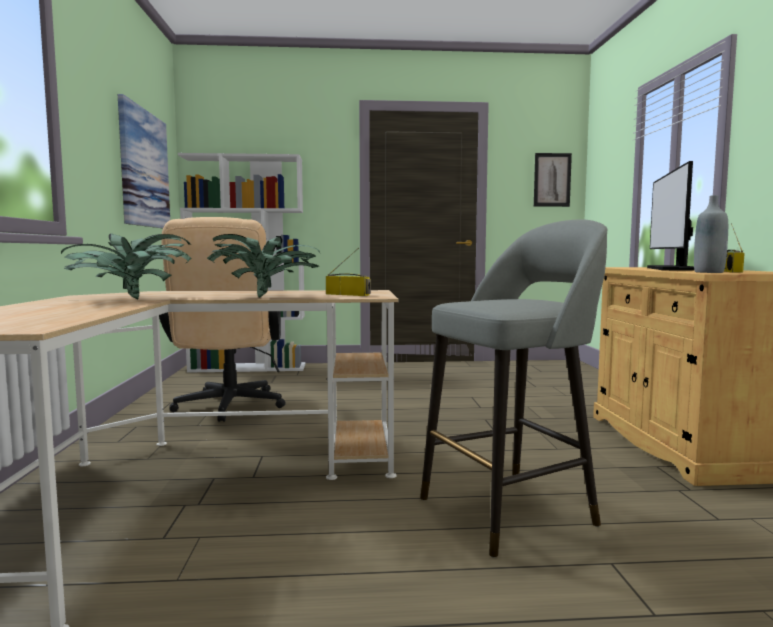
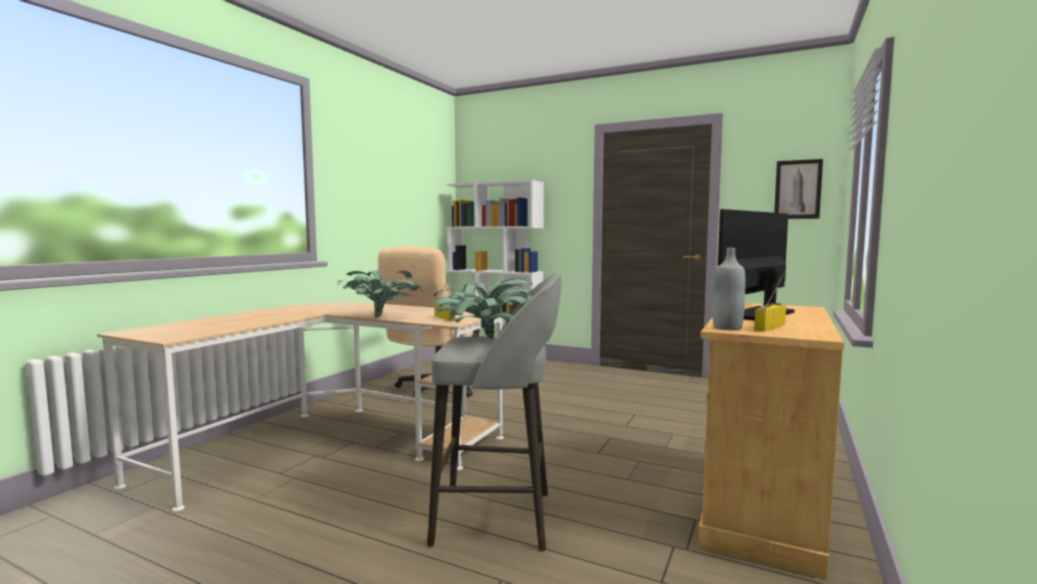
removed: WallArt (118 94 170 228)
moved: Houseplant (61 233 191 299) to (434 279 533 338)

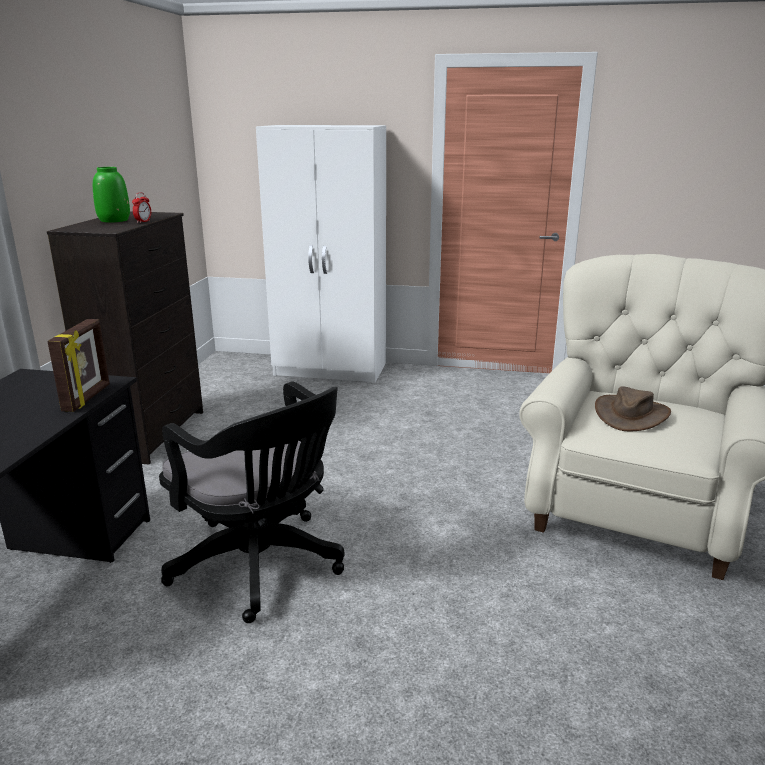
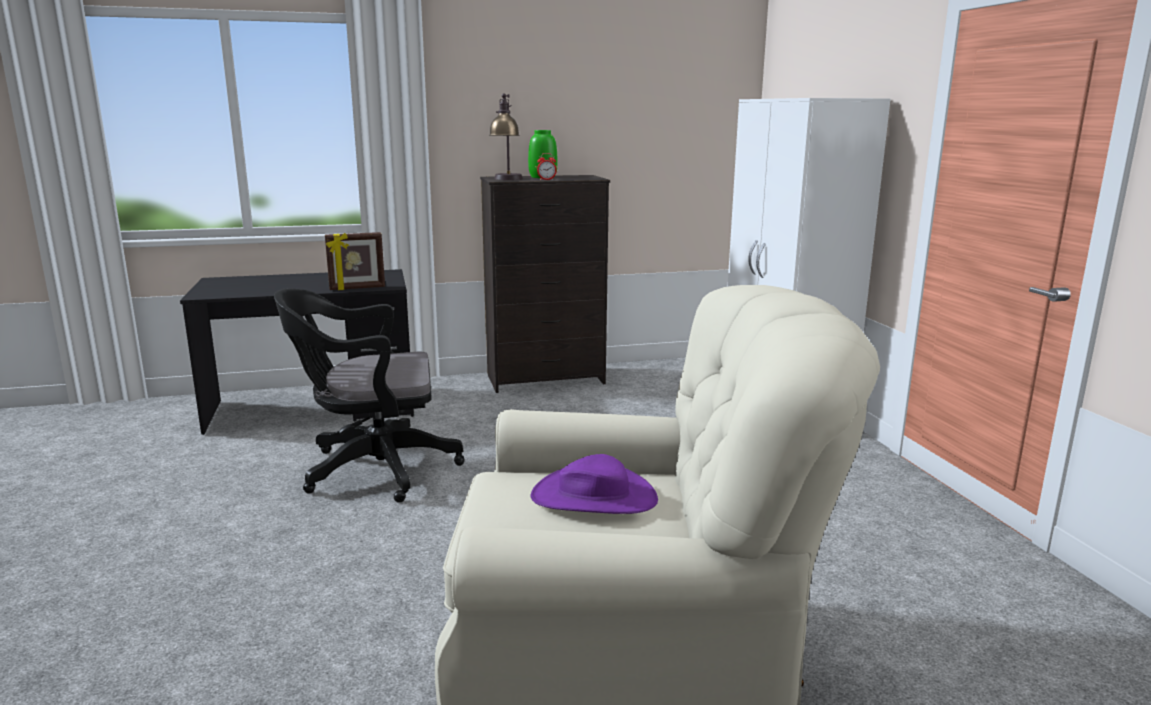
added: TableLamp (490 93 523 180)
recoloured: BrownClothingHat (595 387 671 431) to PurpleClothingHat (530 454 658 514)
turned: BlackishOfficeChair (159 381 344 623) = (274 288 465 503) 60 degrees clockwise

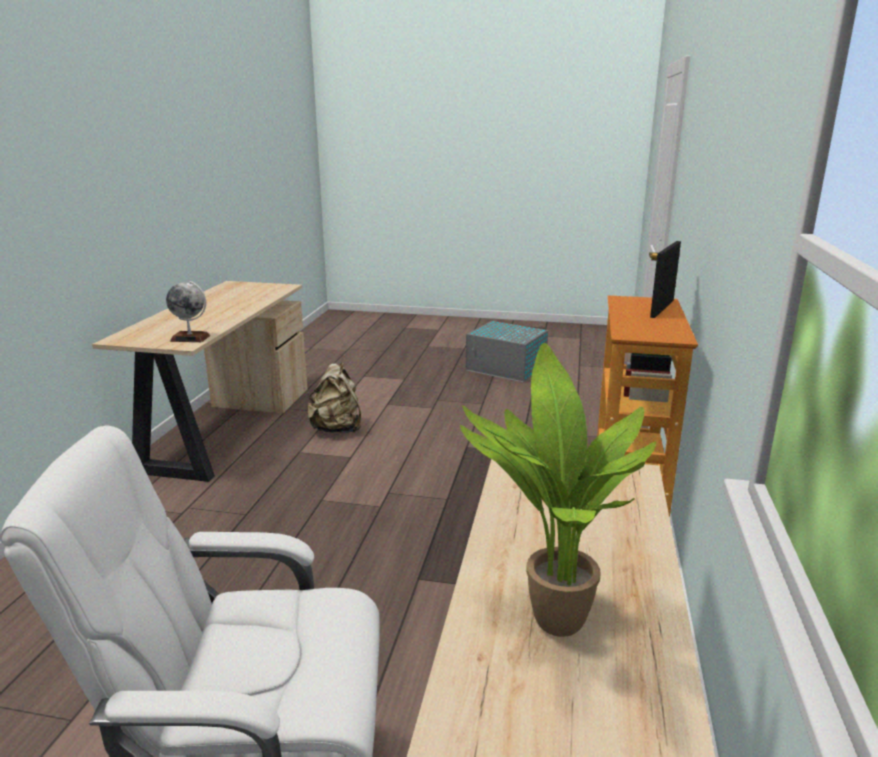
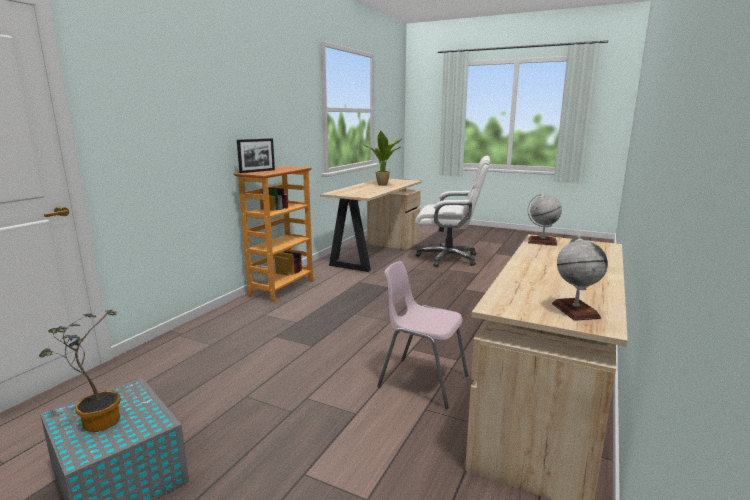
added: Houseplant (39 310 121 432); WorldGlobe (552 236 608 321)
replaced: BeigeRucksack (307 362 361 433) to PinkPlainChair (377 261 468 409)

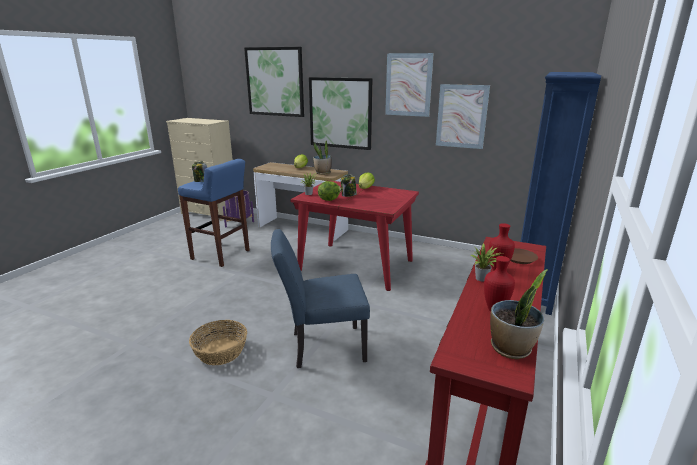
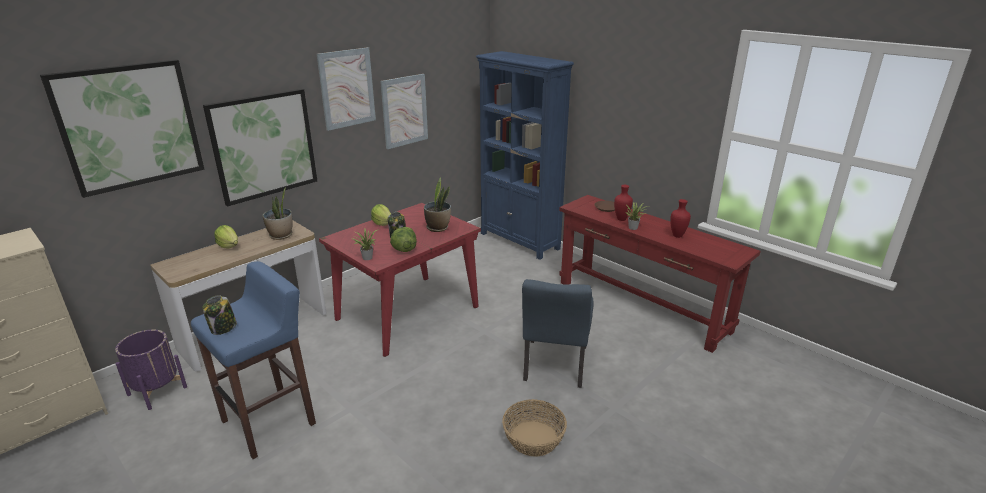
moved: Houseplant (490 269 548 359) to (424 177 451 232)

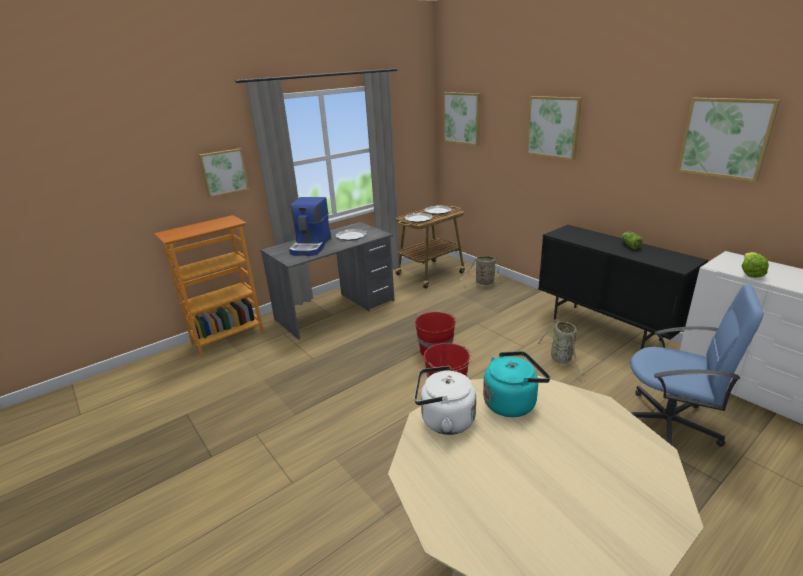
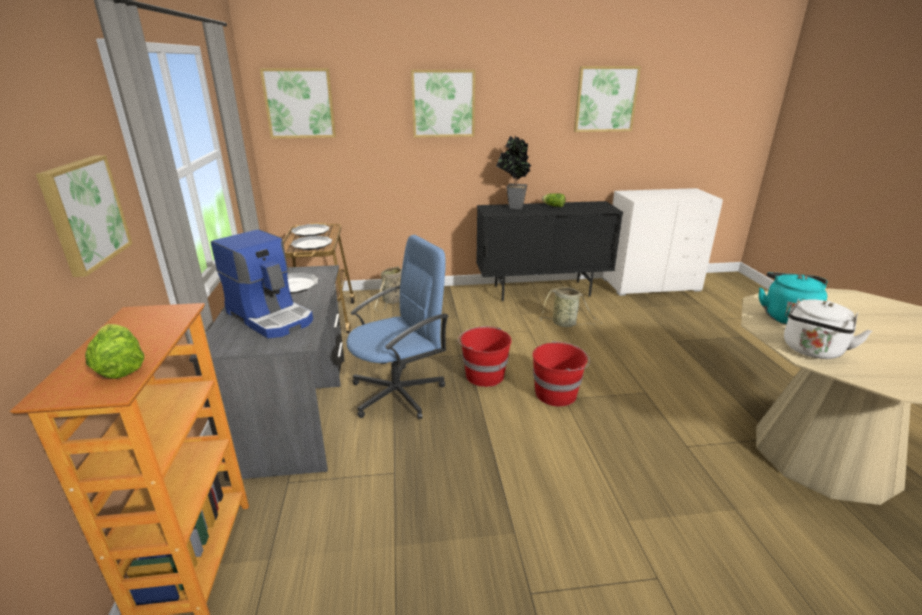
added: Houseplant (496 136 531 209)
moved: BluishOfficeChair (630 285 763 447) to (346 235 448 419); HeadOfLettuce (742 252 769 278) to (85 324 144 379)

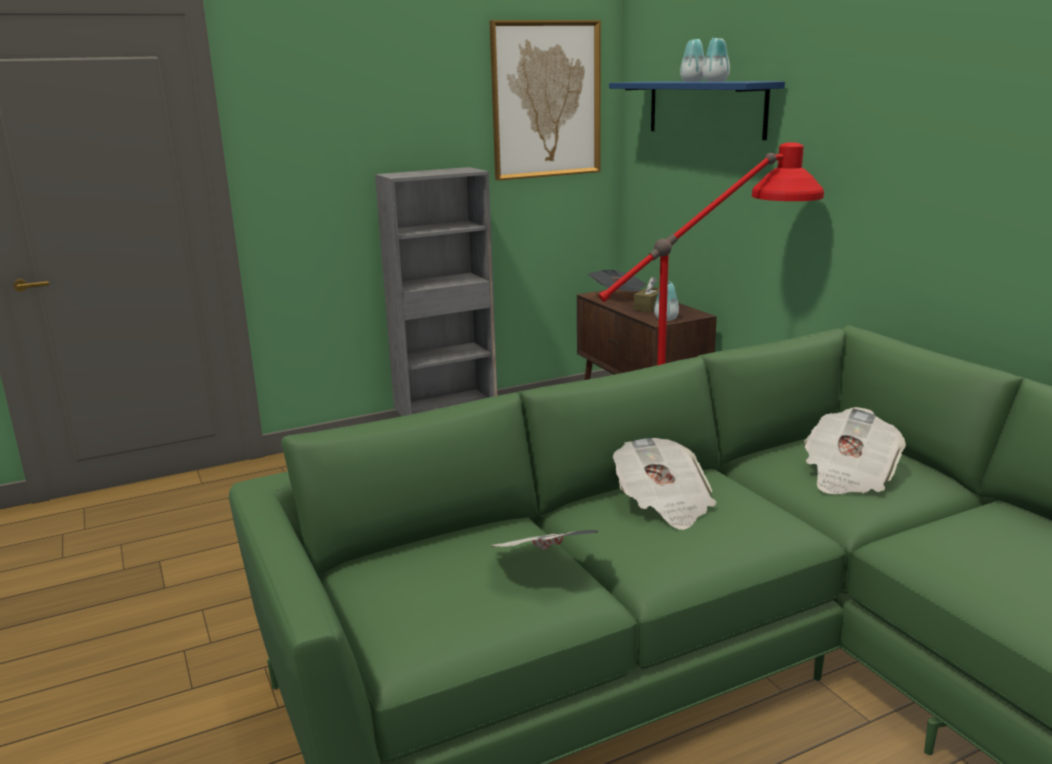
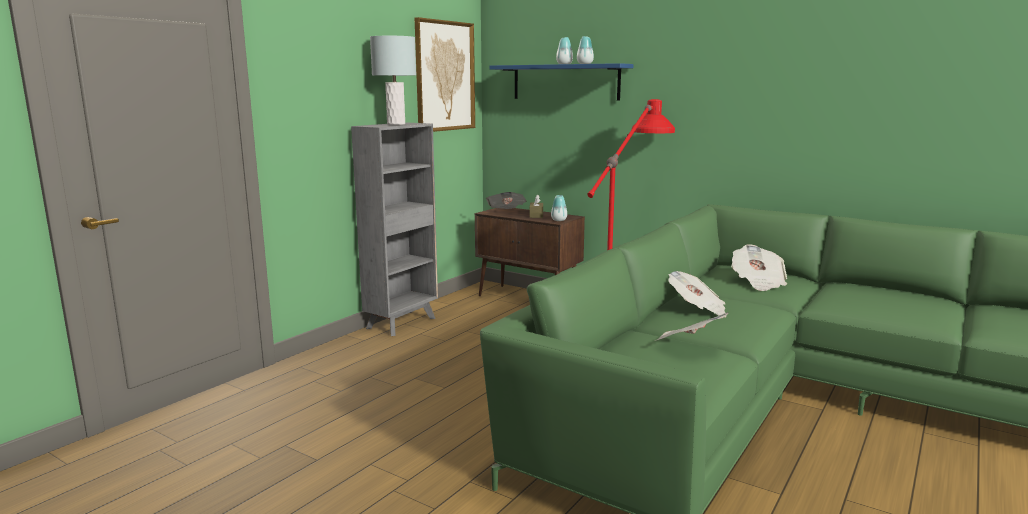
added: GreyishTableLamp (370 36 416 125)

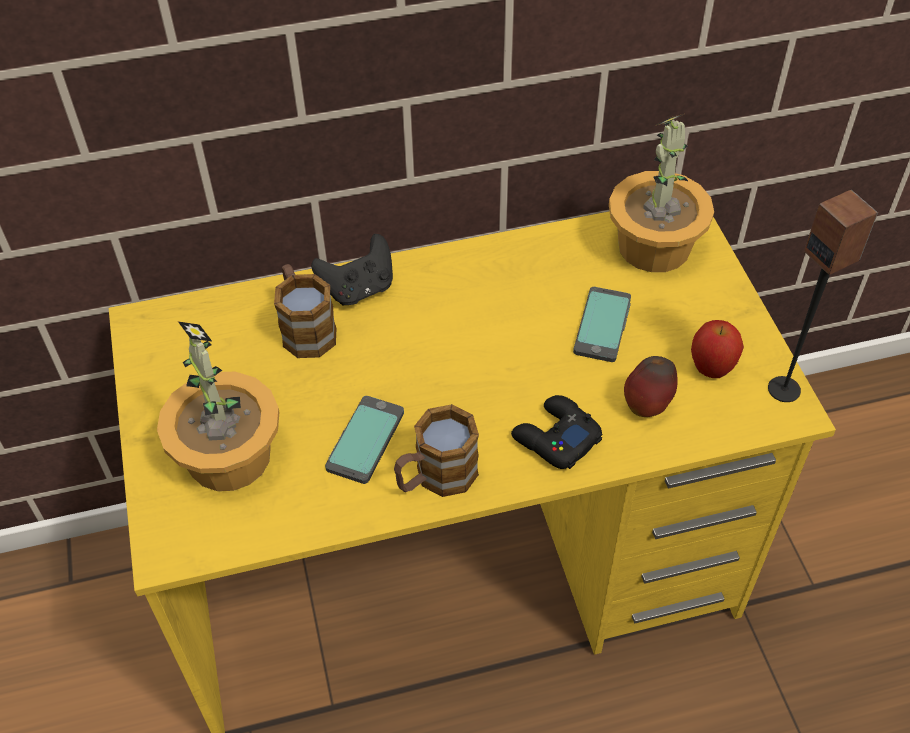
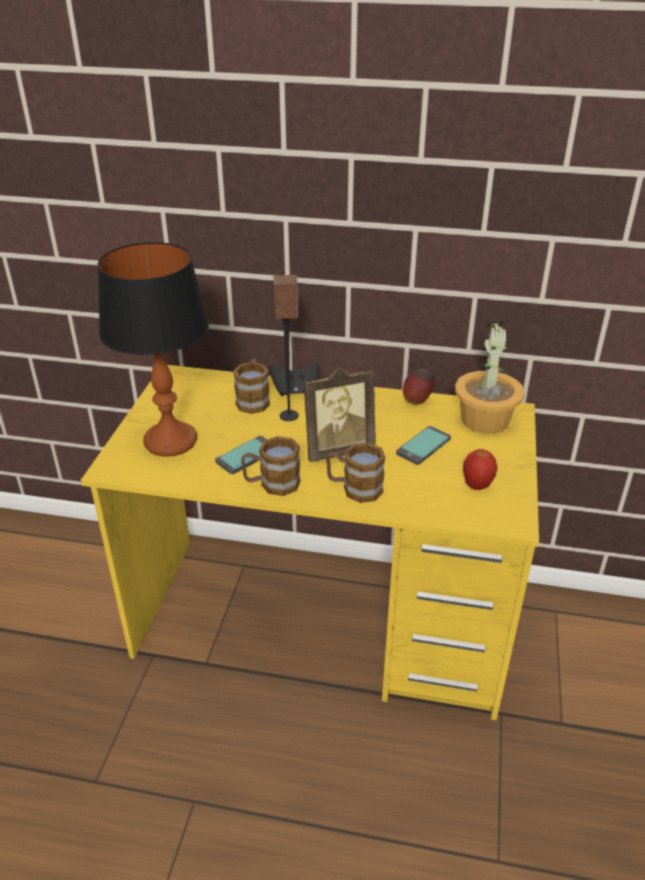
added: PhotoFrame (304 367 376 462)
moved: WholeApple (624 356 678 417) to (403 369 434 405); AudioSpeaker (768 190 878 402) to (273 275 299 421)
replaced: Houseplant (157 321 279 491) to TableLamp (98 242 209 457); BlackishJoypad (511 395 603 469) to Mug (326 442 385 503)

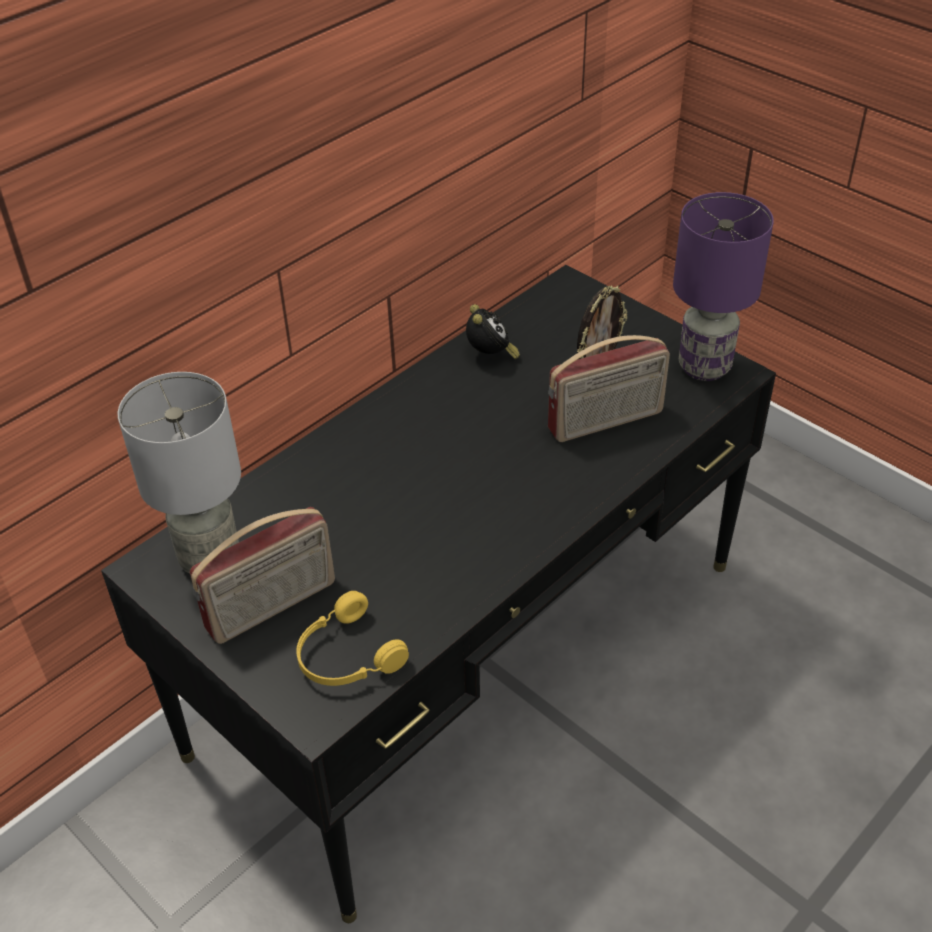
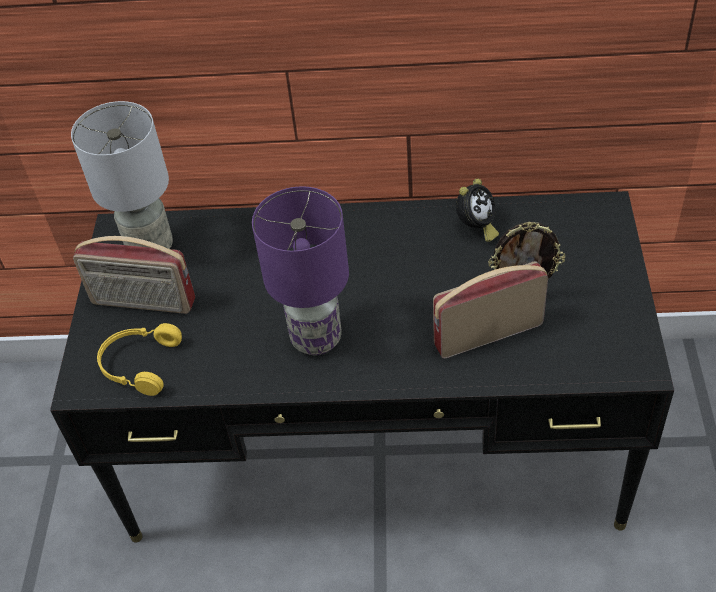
moved: PurpleTableLamp (673 192 774 381) to (252 186 349 355)
turned: Radio (548 335 670 442) = (433 261 548 358) 135 degrees clockwise

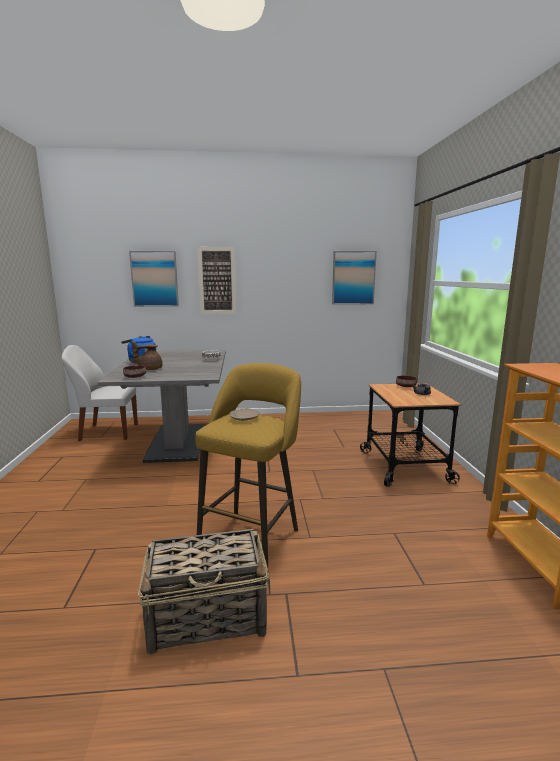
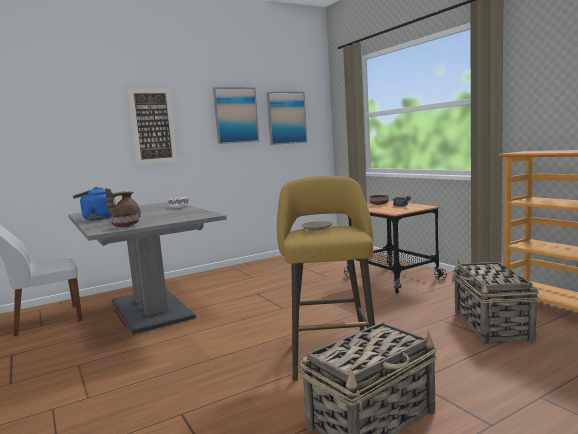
added: Basket (452 260 539 344)
moved: WallArt (129 251 179 307) to (213 87 259 144)

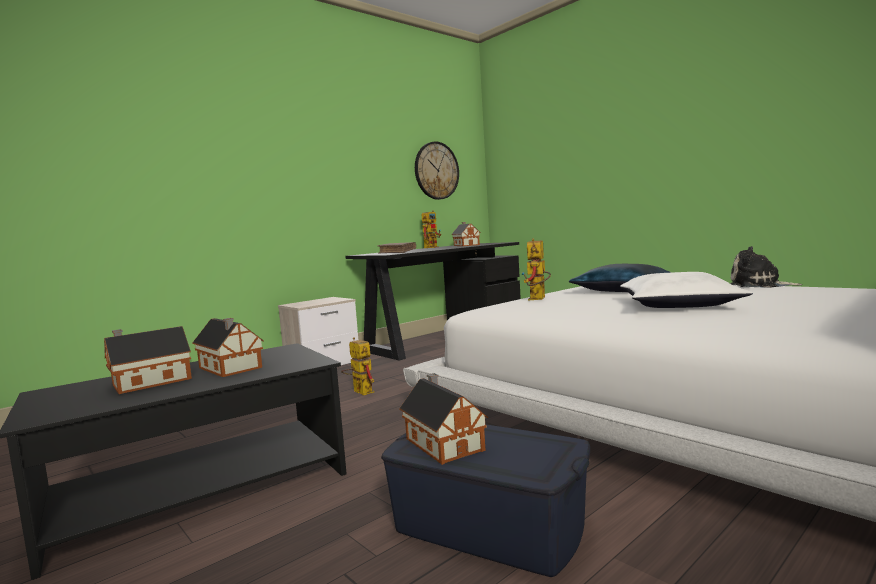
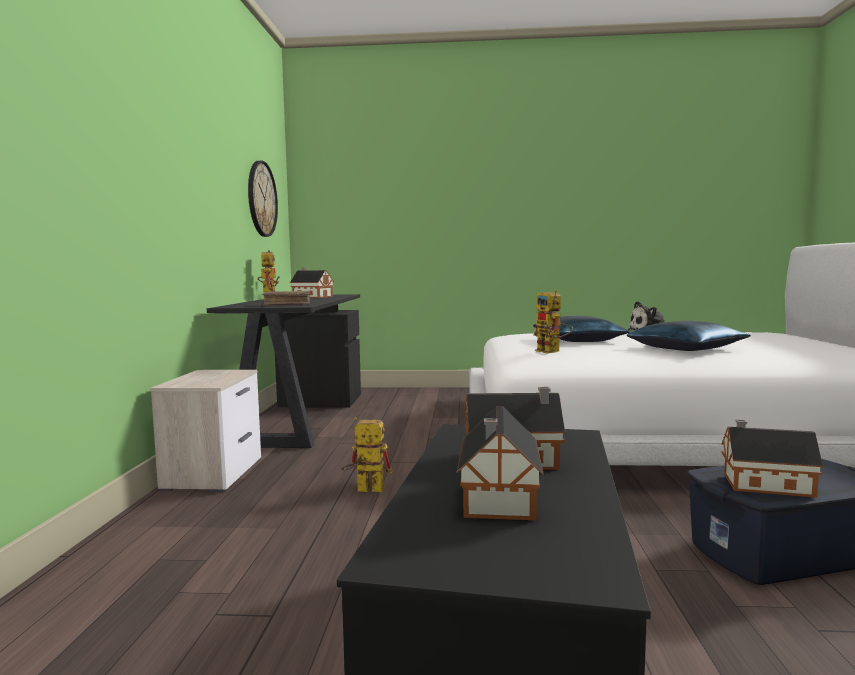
recoloured: WhiteThrowPillow (620 272 753 308) to BluishThrowPillow (627 321 751 351)

